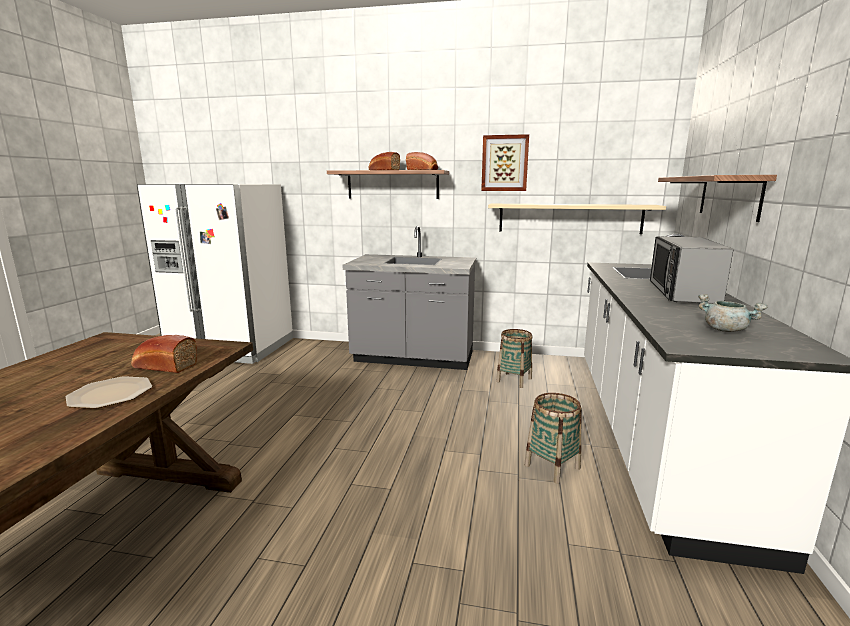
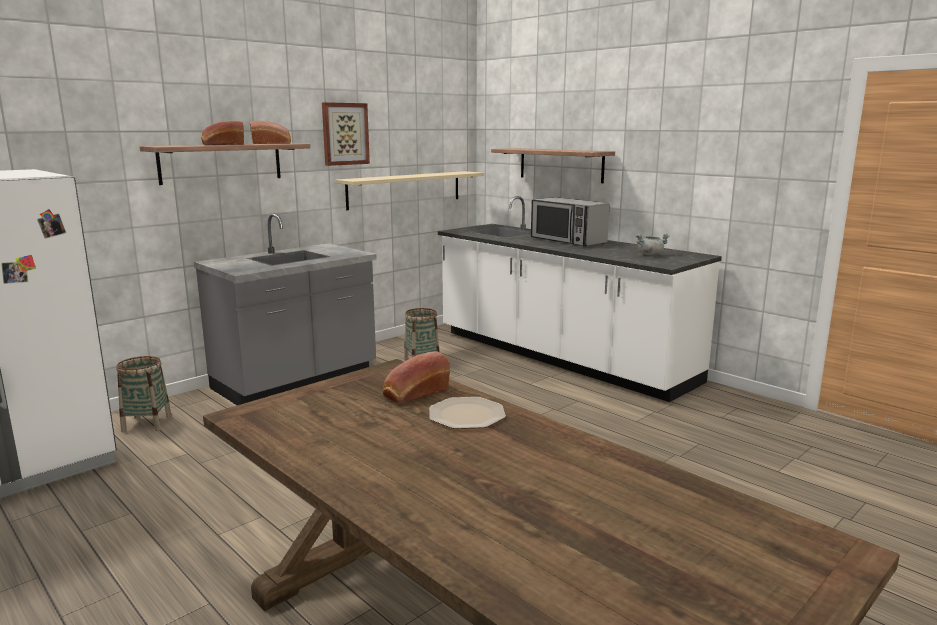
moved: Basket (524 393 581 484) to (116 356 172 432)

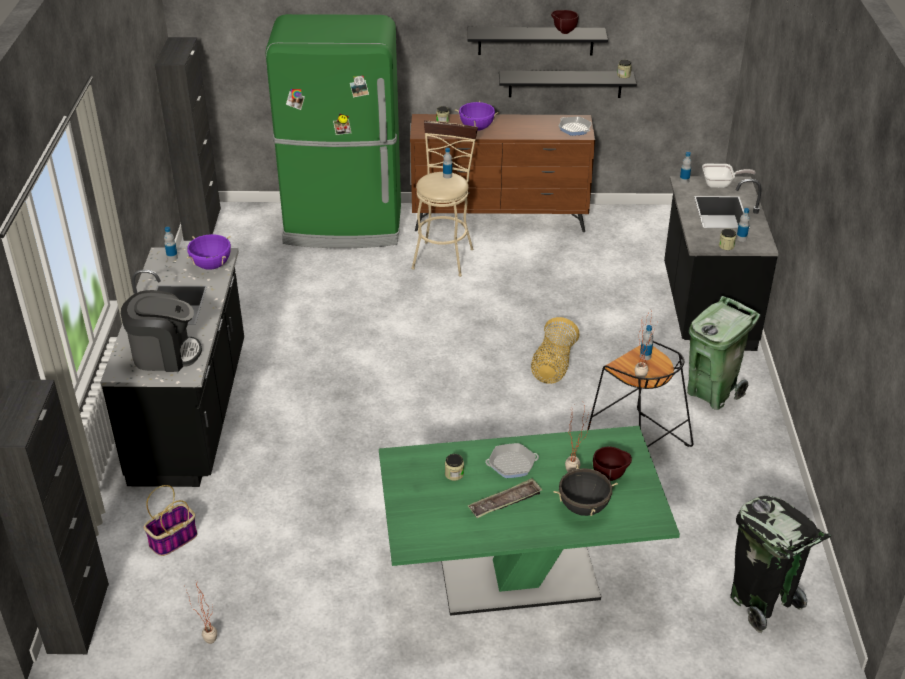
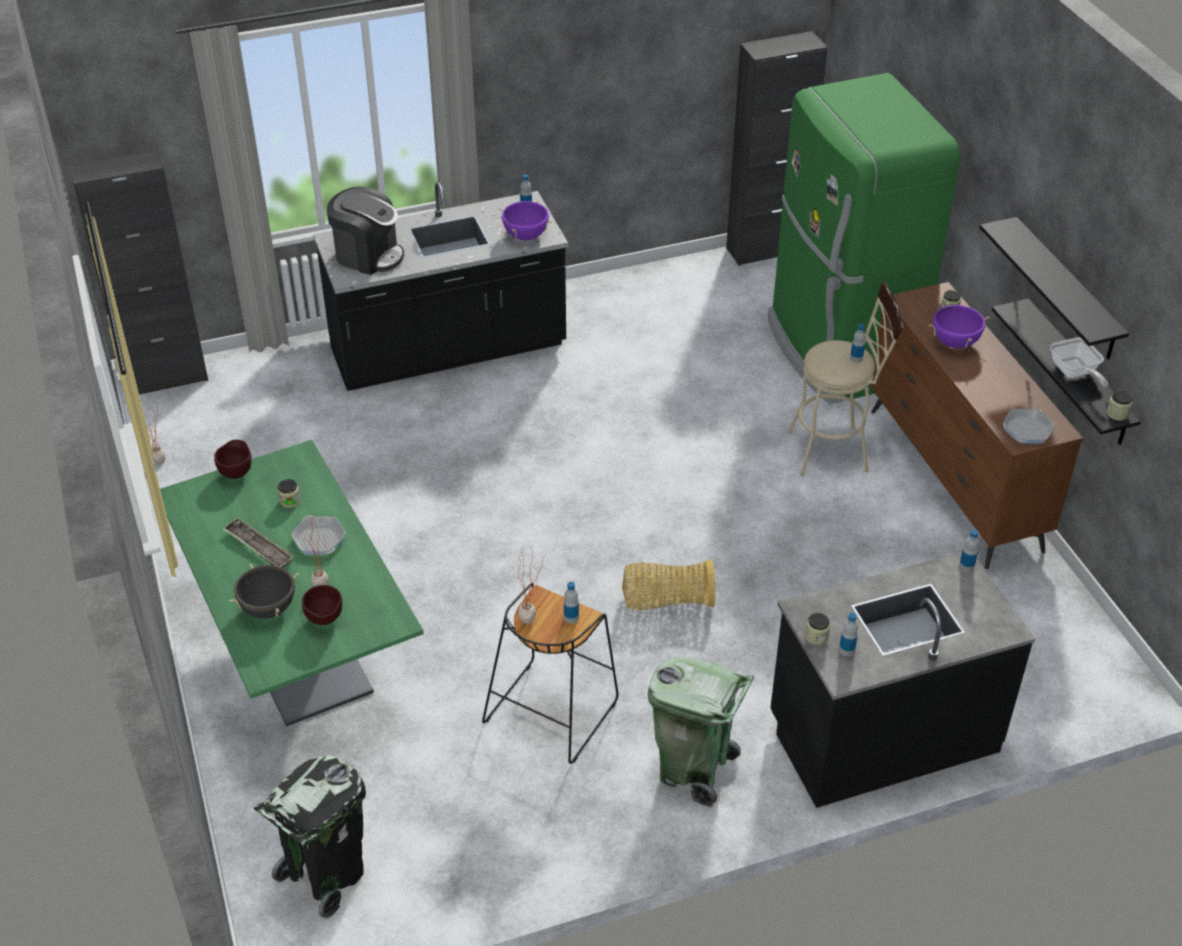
removed: Basket (144 485 198 556)
moved: BrownDeepDish (551 10 578 34) to (214 440 252 479); FryingPan (702 164 755 188) to (1050 337 1108 388)
turned: CoffeeBrewer (121 290 202 372) = (327 186 404 275) 45 degrees counterclockwise

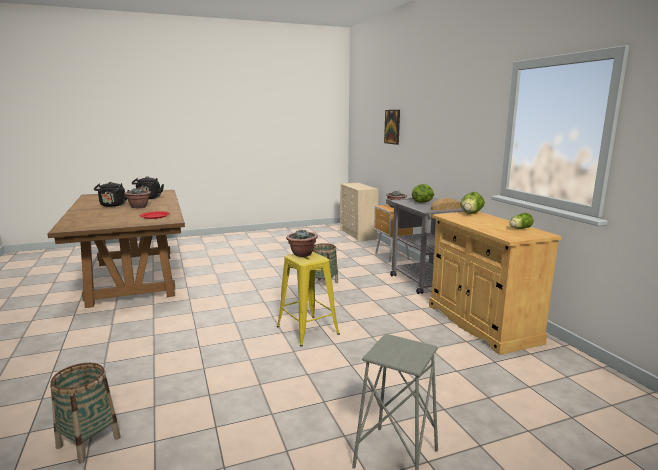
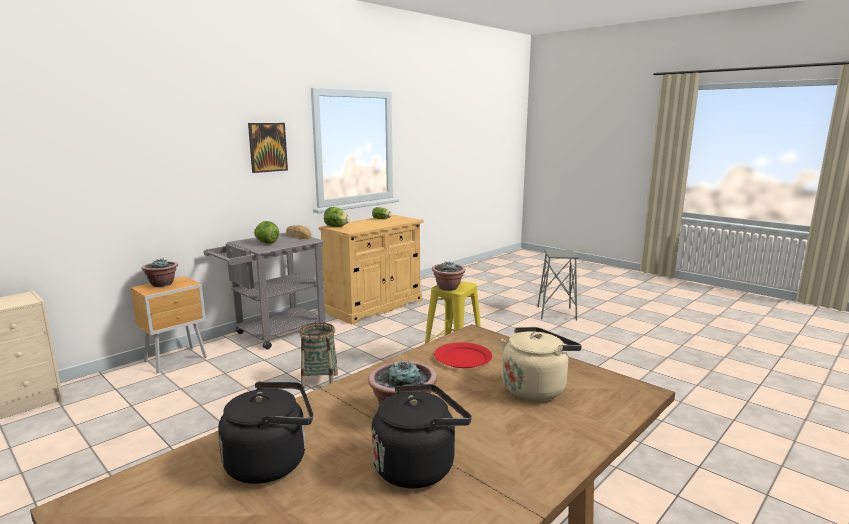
removed: Basket (50 363 121 463)
added: BeigeKettle (501 327 582 401)
moved: WallArt (384 110 400 145) to (248 123 288 173)

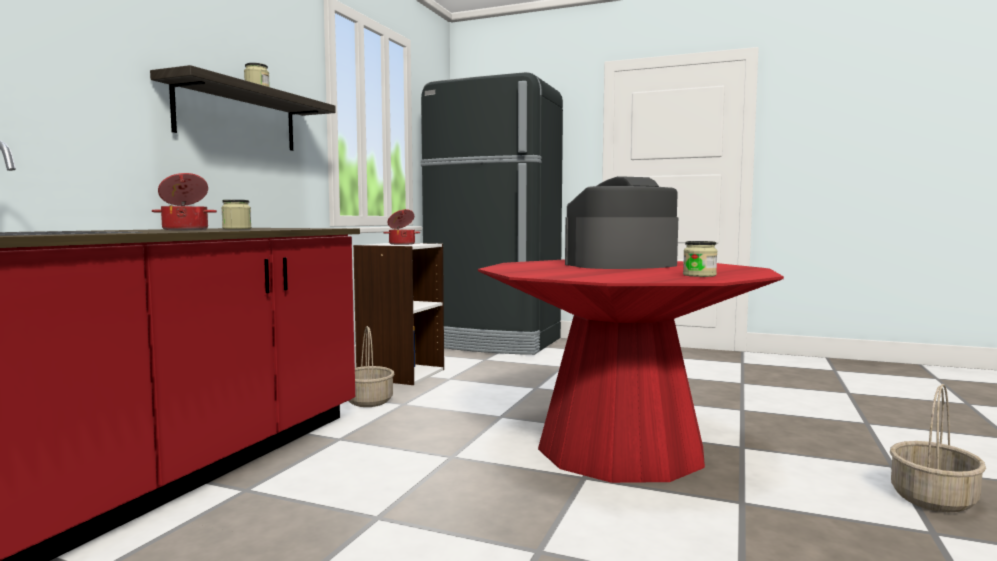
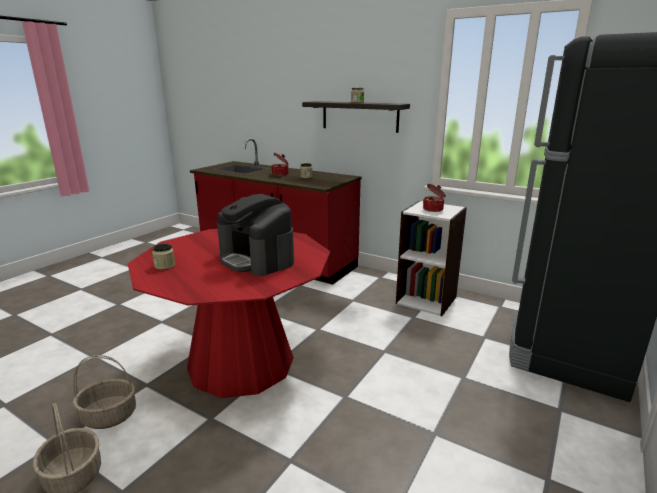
moved: Basket (349 326 394 407) to (73 355 136 429)
turned: CoffeeBrewer (565 176 678 269) = (217 194 294 276) 150 degrees clockwise

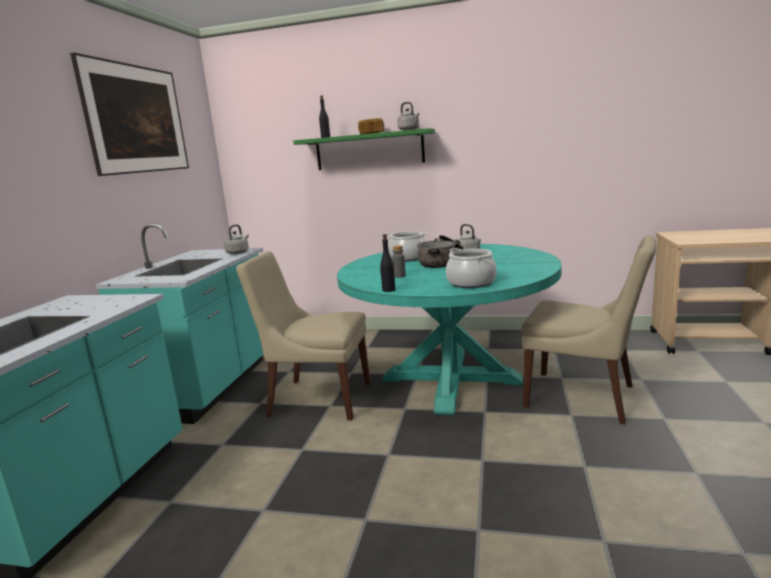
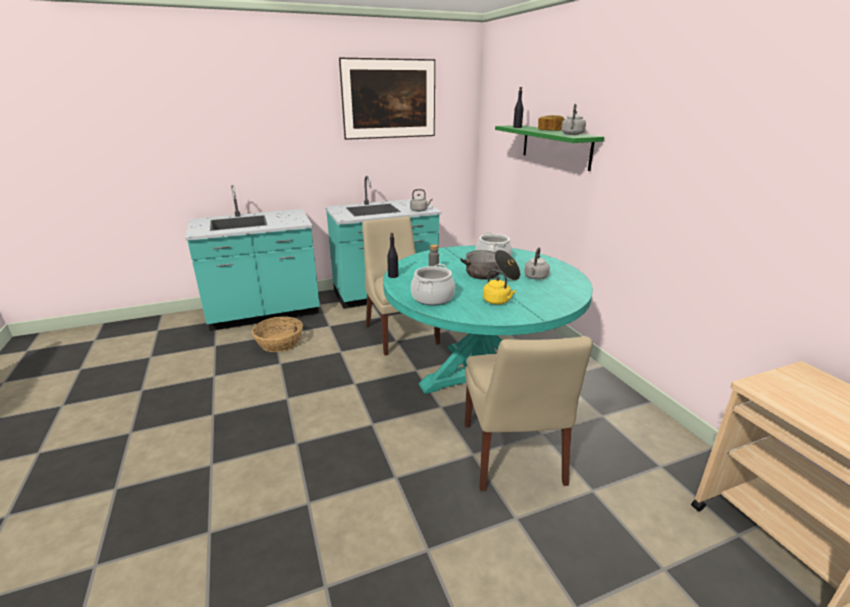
added: Basket (252 316 303 352); YellowKettle (483 269 516 305)

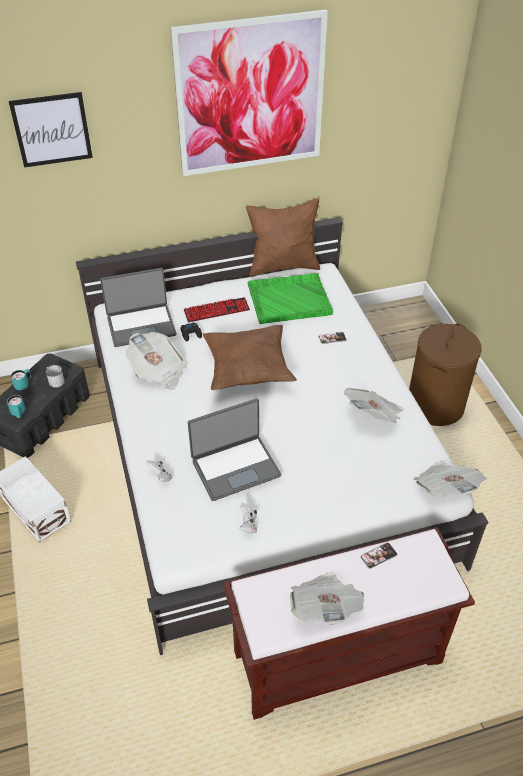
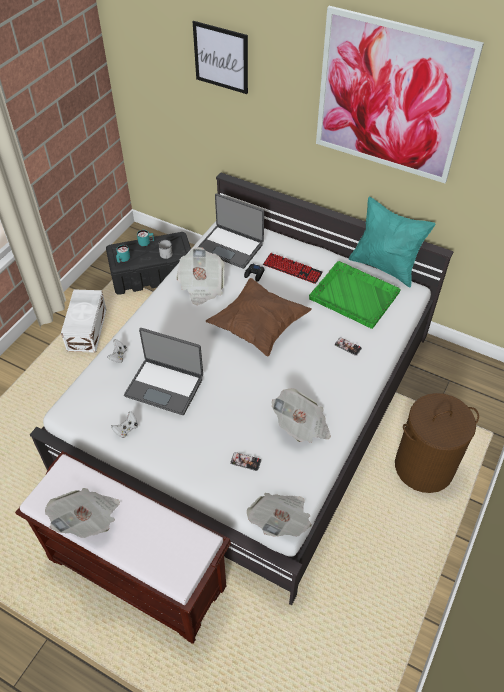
moved: Phone (361 543 397 569) to (230 452 261 471)
recoloured: BrownThrowPillow (246 198 320 277) to TurquoiseThrowPillow (349 197 436 288)

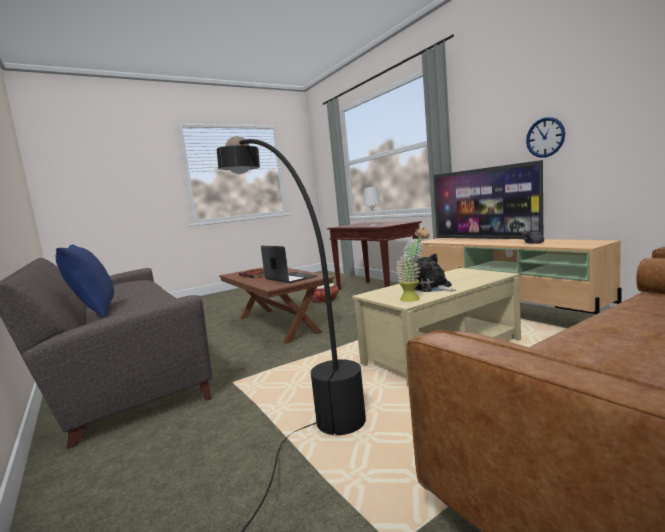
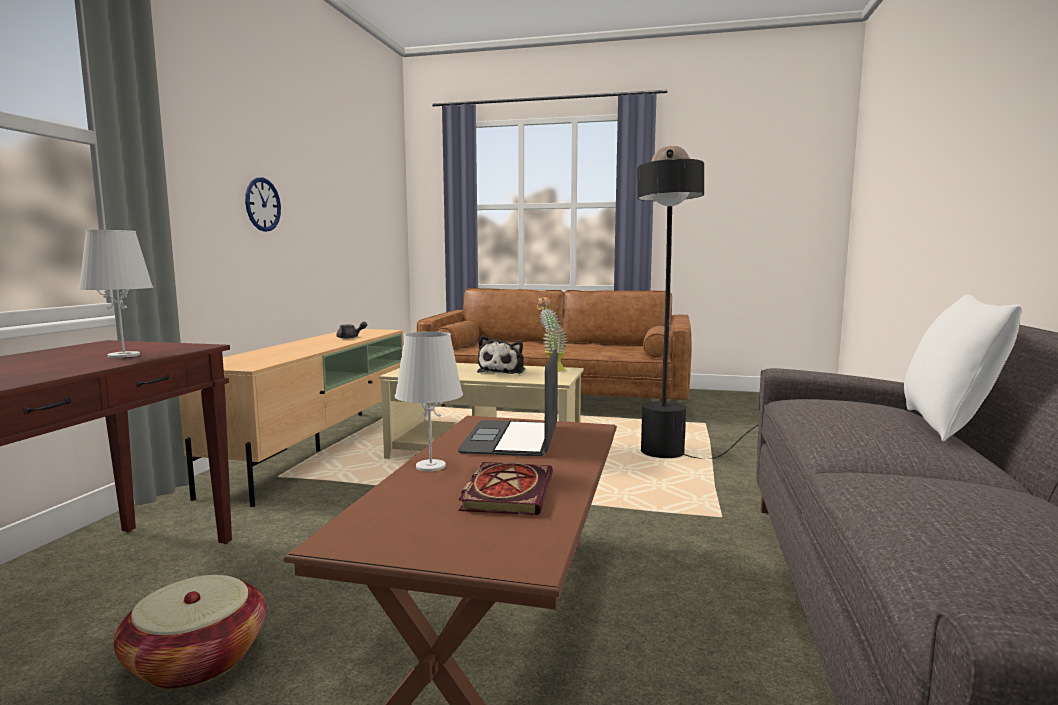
removed: Tv (433 160 543 239)
added: WhiteTableLamp (395 331 463 472)
recoloured: BluishThrowPillow (56 244 114 317) to WhiteThrowPillow (904 294 1022 442)

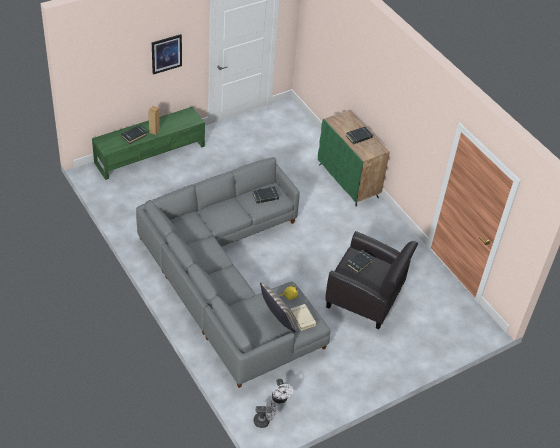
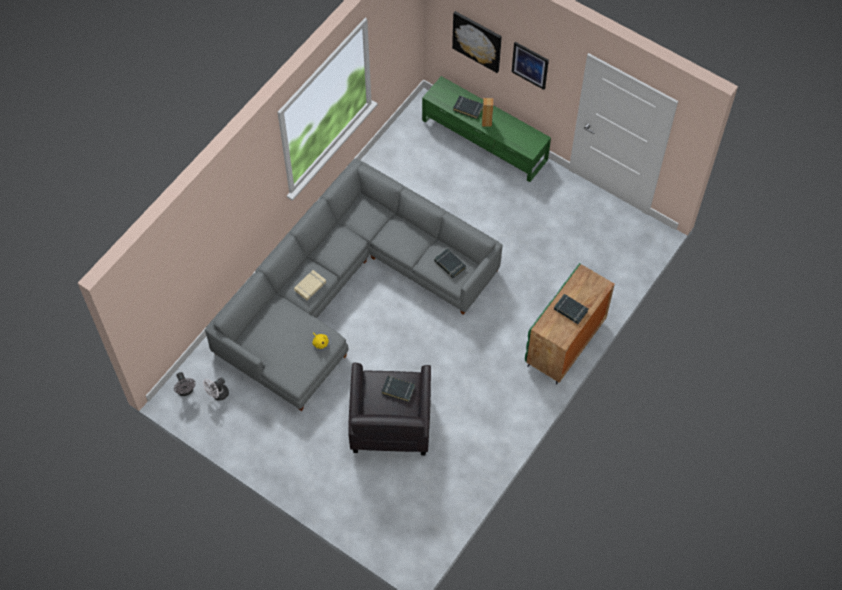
removed: ThrowPillow (260 282 296 333)
added: WallArt (452 11 502 73)
moved: BeigeVolume (290 304 316 331) to (294 270 326 300)

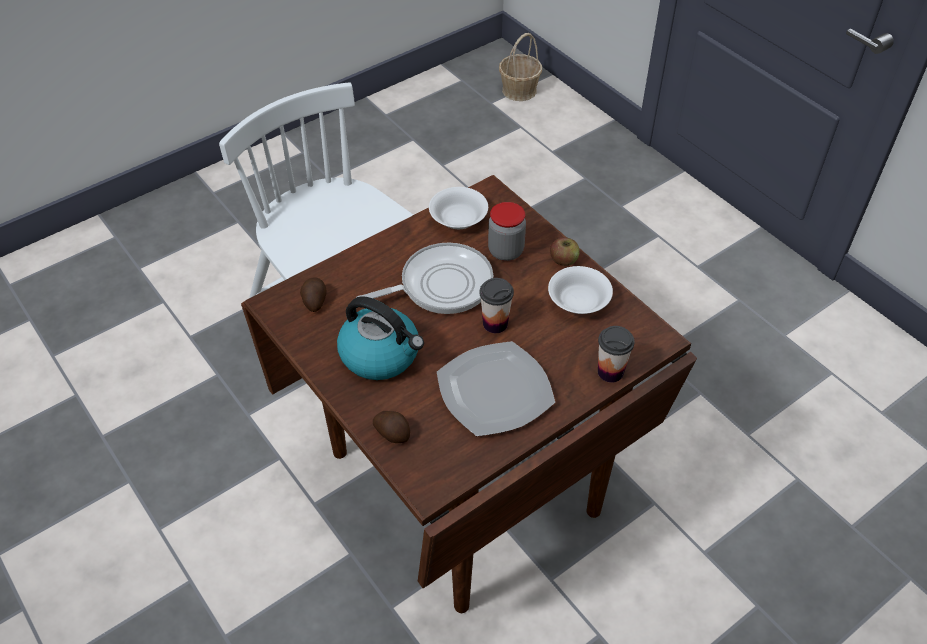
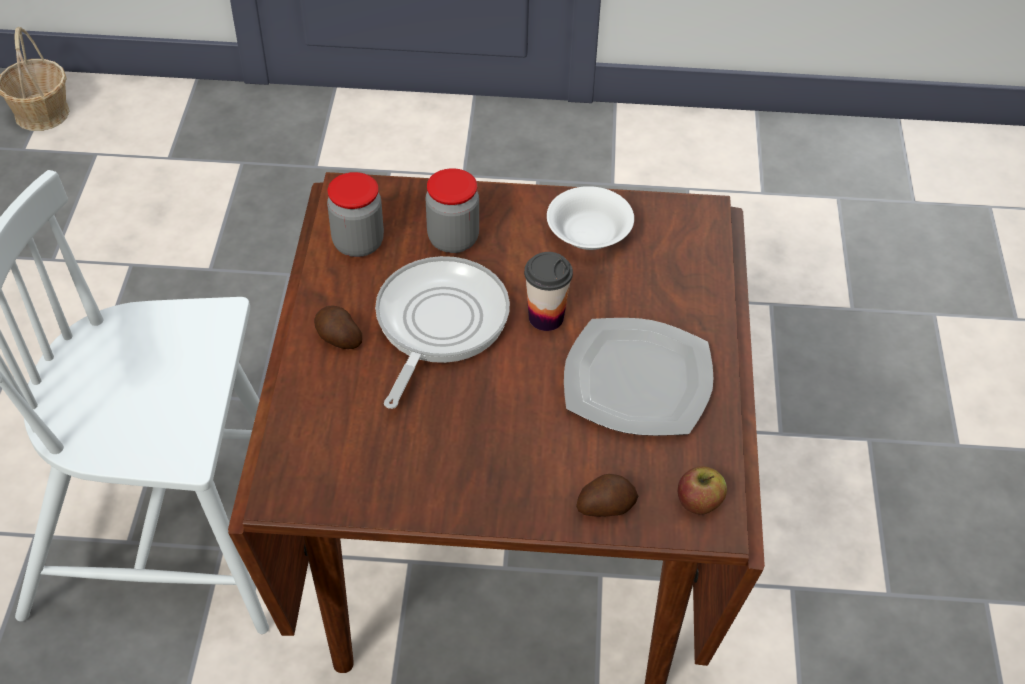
removed: Kettle (337 296 424 380); Cup (598 326 635 383)
moved: Potato (300 277 327 312) to (314 306 362 349); WholeApple (550 237 580 266) to (677 466 727 515)
replaced: WhiteDeepDish (429 187 488 229) to StorageJar (327 172 384 257)

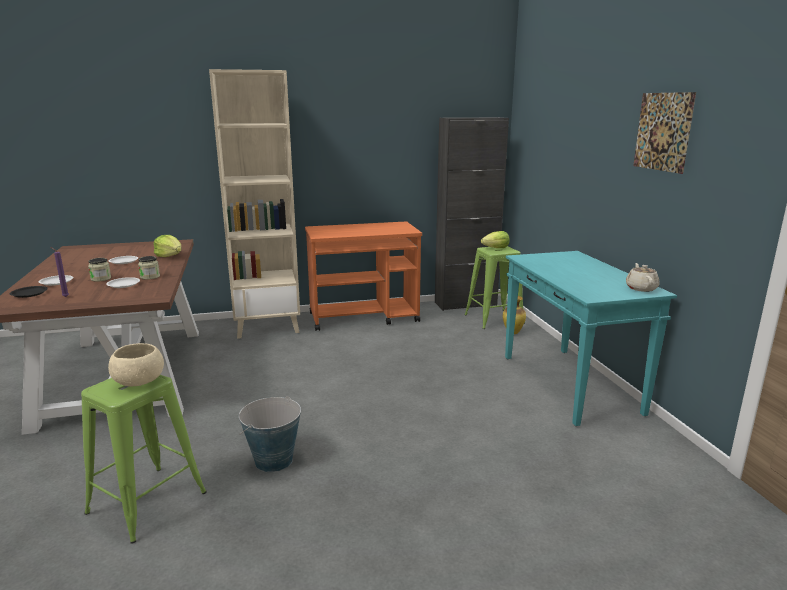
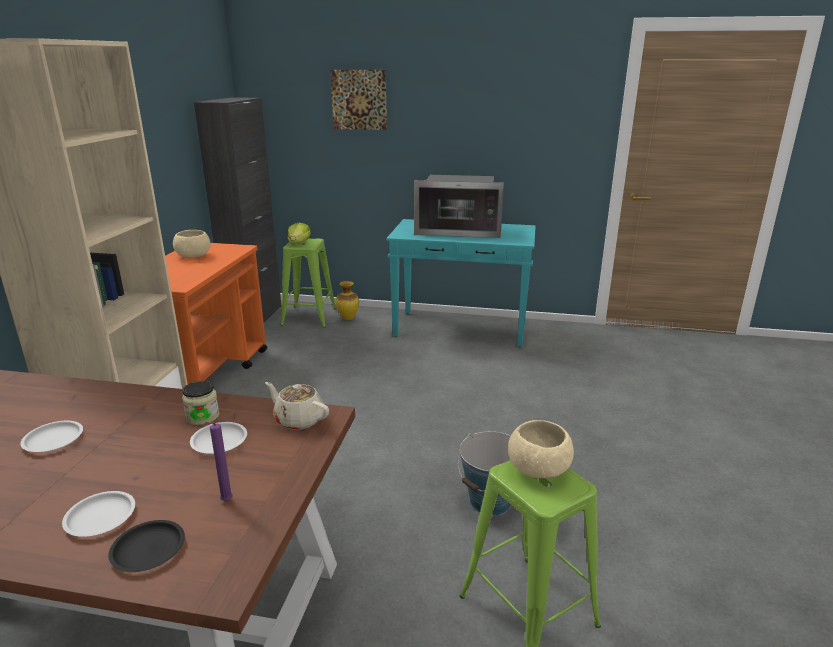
removed: StorageJar (88 258 111 282); HeadOfLettuce (154 235 182 257)
added: BeigeDeepDish (173 230 211 258); Microwave (414 175 504 238)
moved: BeigeTeaPot (626 263 660 292) to (265 382 329 430); WallArt (633 92 696 174) to (330 70 387 130)

